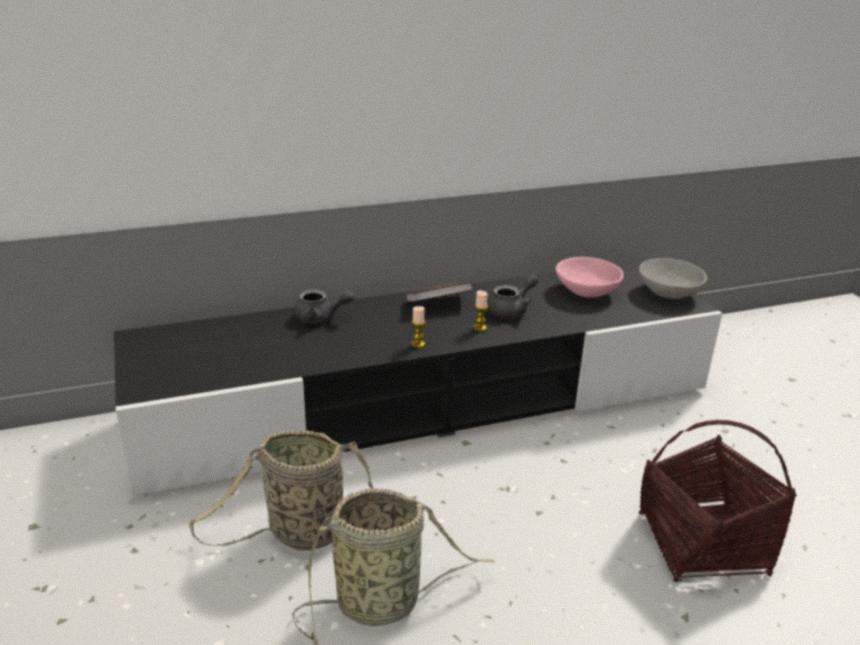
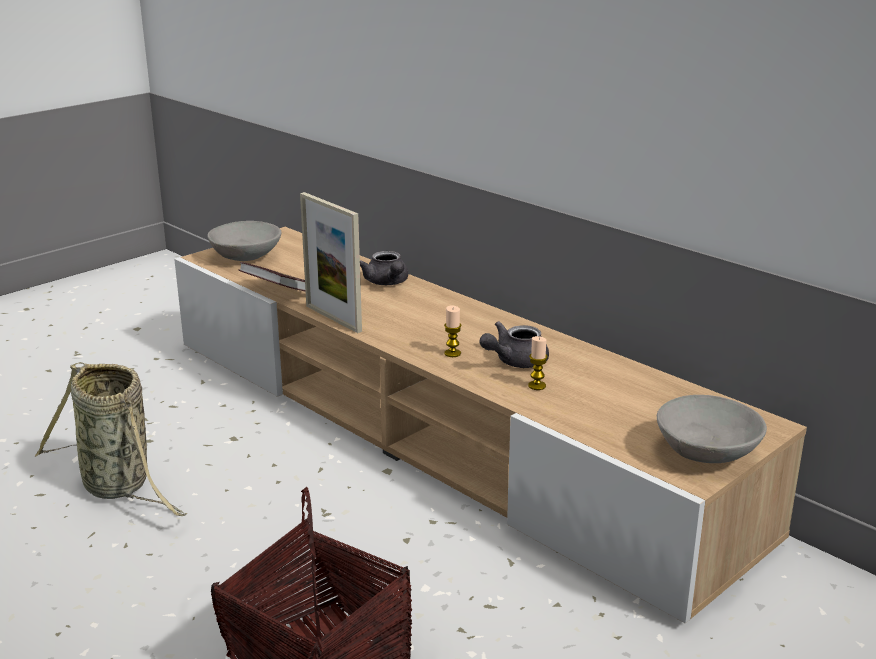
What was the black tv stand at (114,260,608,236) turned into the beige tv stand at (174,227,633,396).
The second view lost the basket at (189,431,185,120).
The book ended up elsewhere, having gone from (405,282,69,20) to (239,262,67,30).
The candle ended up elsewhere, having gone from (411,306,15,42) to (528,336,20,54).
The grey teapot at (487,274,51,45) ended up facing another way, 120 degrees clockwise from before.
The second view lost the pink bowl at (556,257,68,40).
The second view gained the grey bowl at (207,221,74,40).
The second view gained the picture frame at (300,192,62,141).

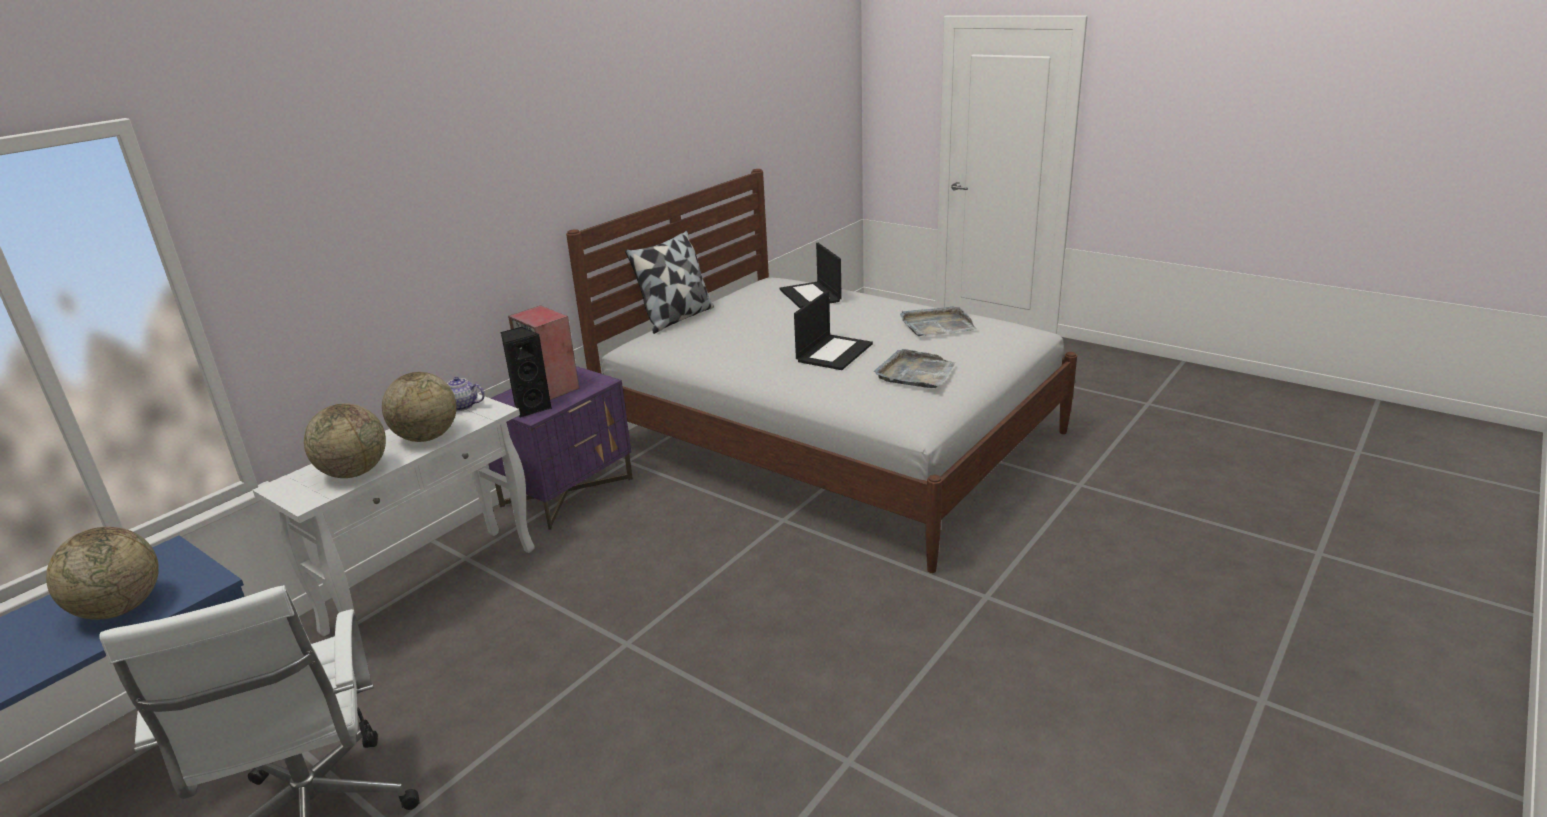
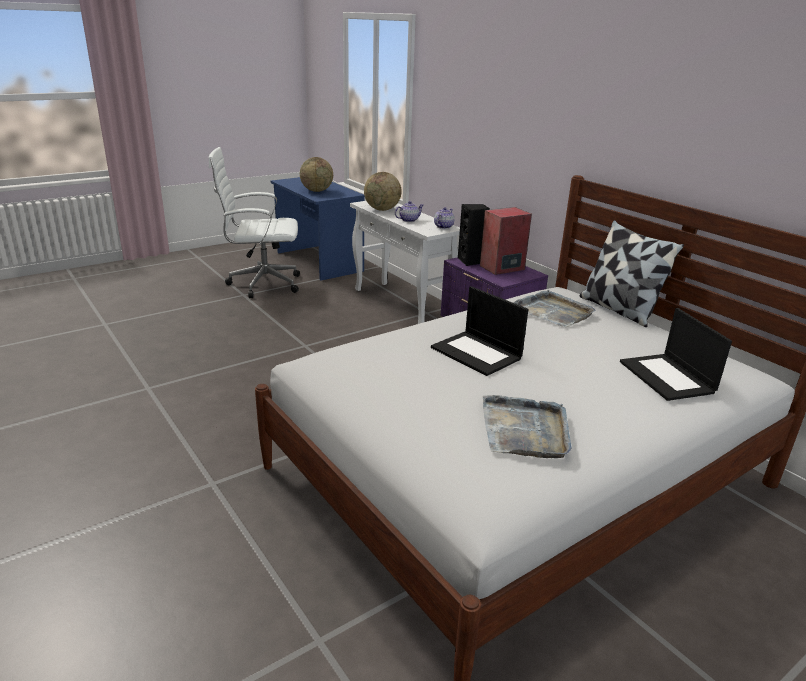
Where the globe stood at (382,372,75,70), the teapot came to stand at (395,201,29,21).
The laptop at (780,243,62,65) ended up facing another way, 105 degrees counterclockwise from before.
The grey tray ended up elsewhere, having gone from (874,349,81,39) to (513,290,83,37).

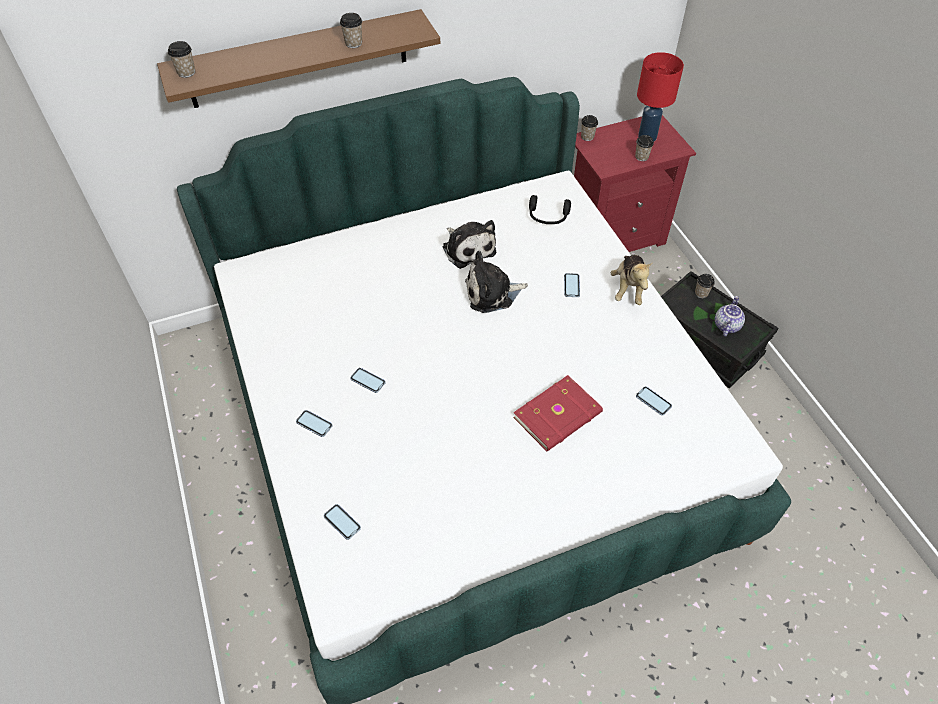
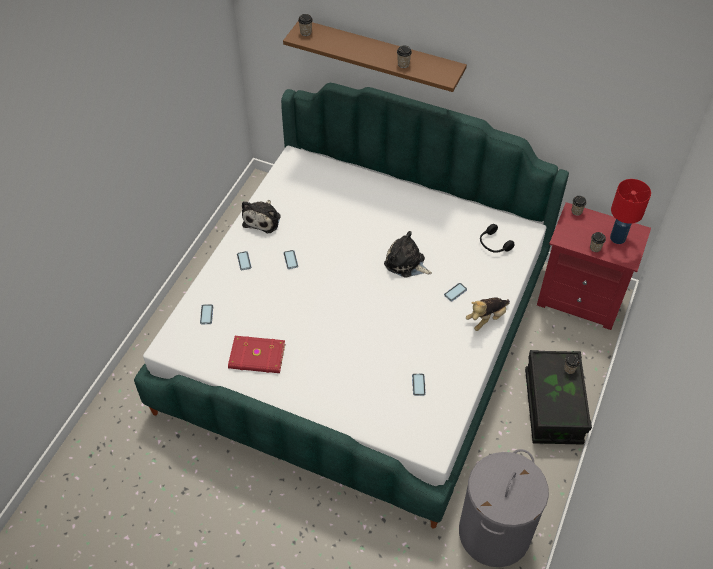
The plush toy ended up elsewhere, having gone from (443,220,53,49) to (242,200,39,33).
The red book ended up elsewhere, having gone from (513,375,90,76) to (228,336,57,37).
The second view lost the teapot at (715,296,30,40).
The second view gained the grey laundry basket at (459,449,90,118).

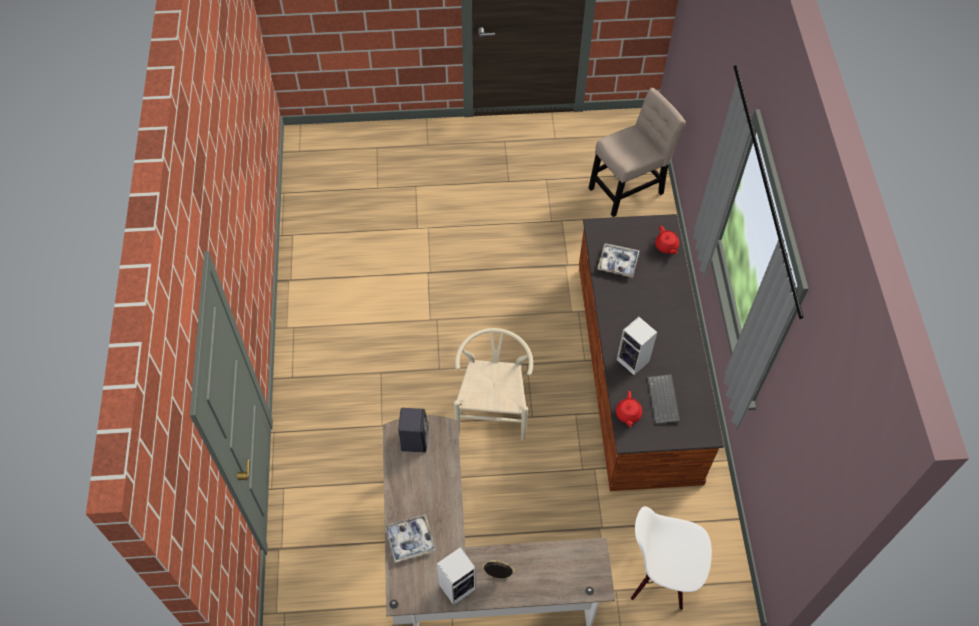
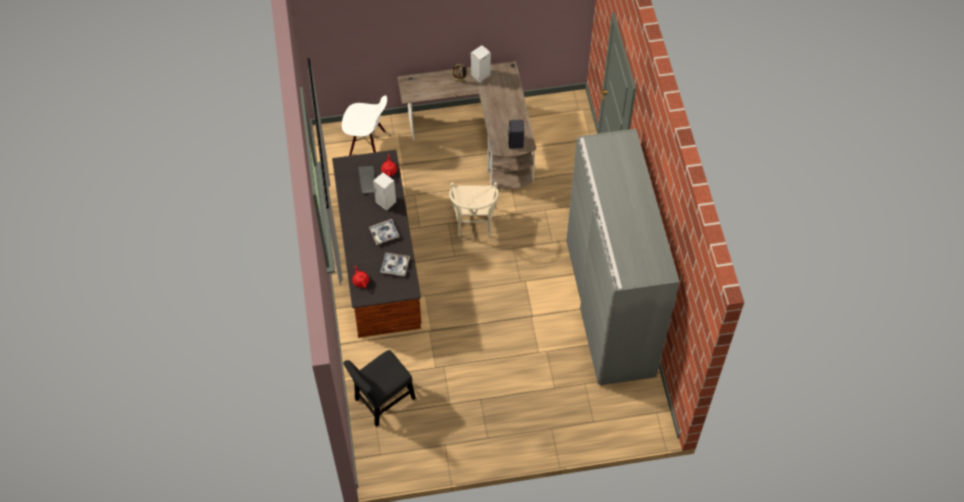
The tray ended up elsewhere, having gone from (385,514,51,49) to (369,219,31,26).
What was the beige chair at (589,88,97,129) turned into the black chair at (343,350,73,77).
The second view gained the grey wardrobe at (566,129,113,257).

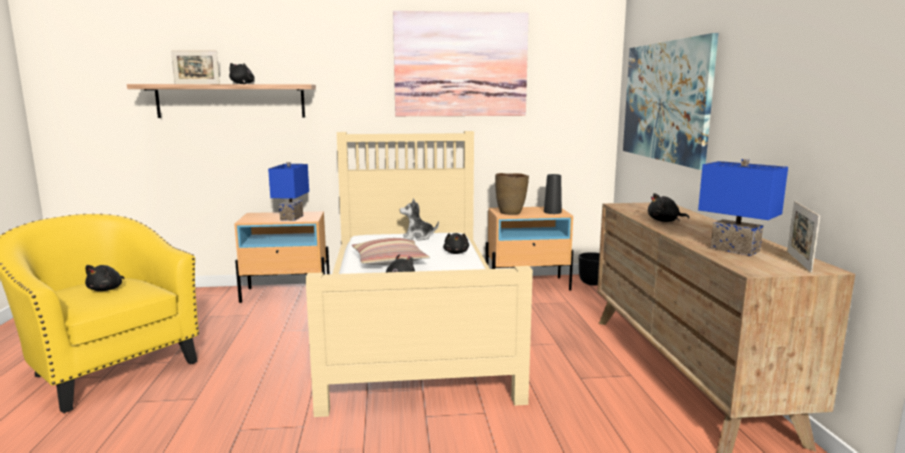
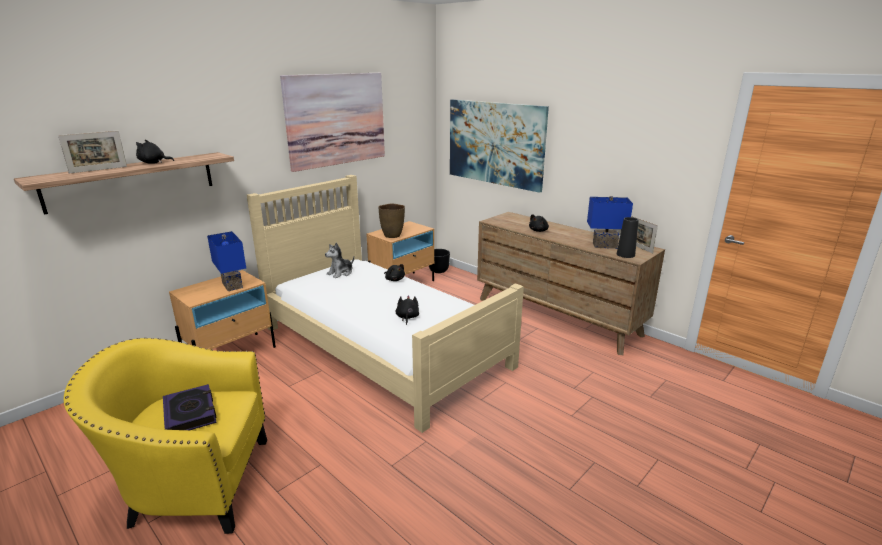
Where the black plush toy stood at (85,265,39,26), the book came to stand at (163,384,54,46).
The second view lost the pillow at (352,238,78,27).
The black vase ended up elsewhere, having gone from (544,174,18,40) to (617,217,22,41).

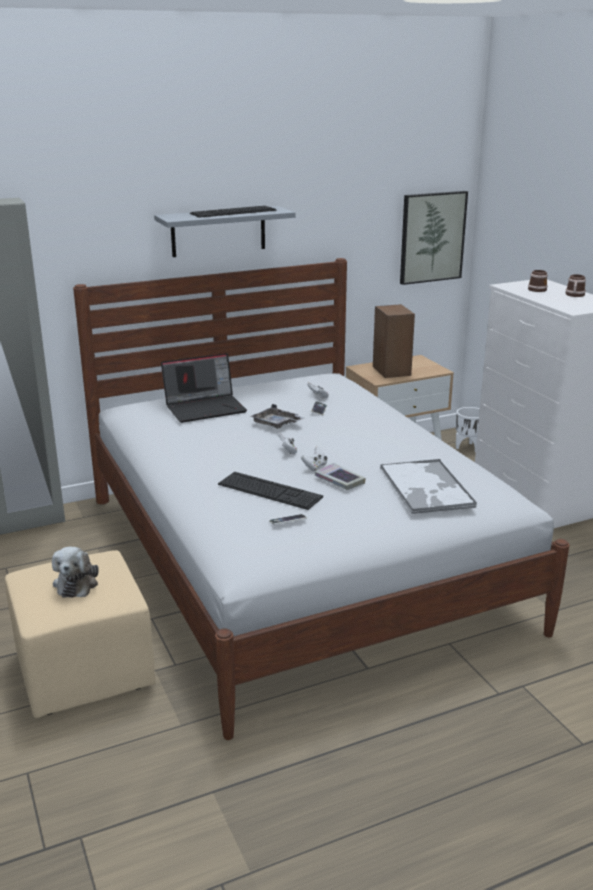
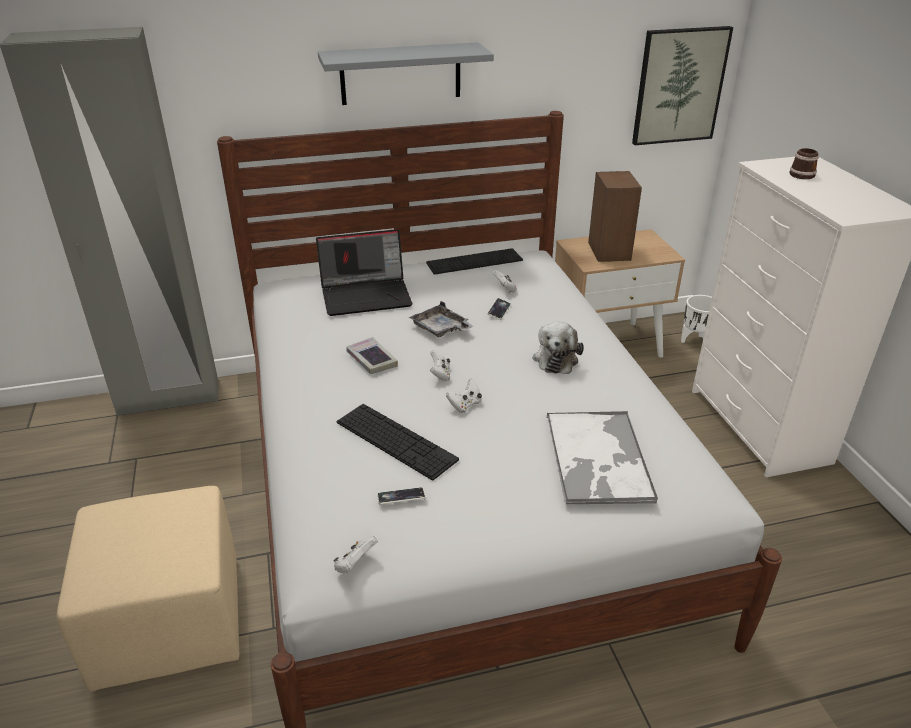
The plush toy ended up elsewhere, having gone from (52,546,47,52) to (533,321,51,53).
The keyboard ended up elsewhere, having gone from (190,206,86,12) to (426,248,97,27).
The book ended up elsewhere, having gone from (315,463,50,27) to (346,337,52,37).
The second view lost the mug at (566,274,20,23).
The second view gained the white game controller at (333,536,45,37).

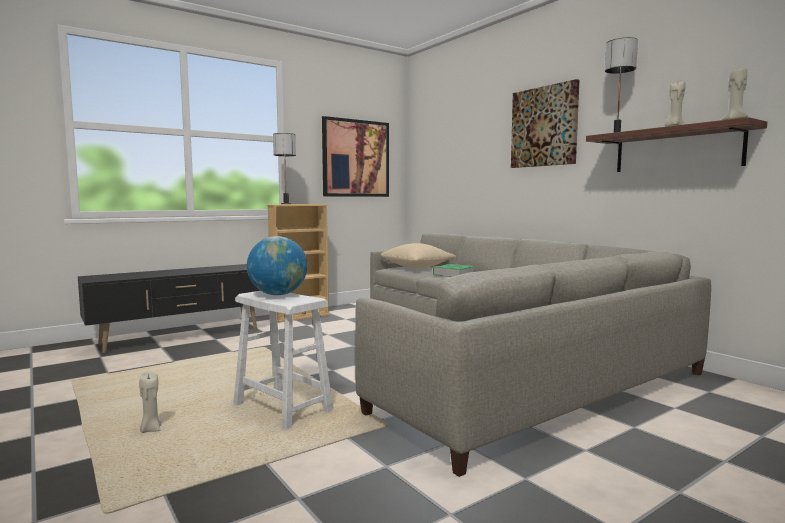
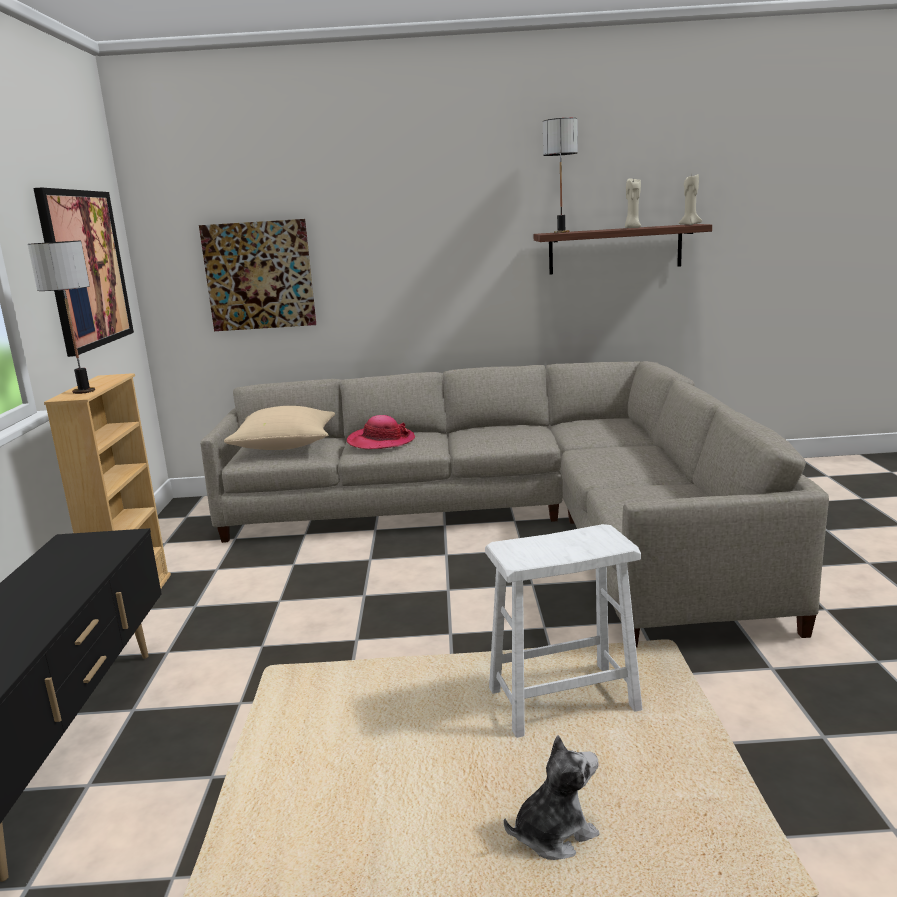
Where the beige candle stood at (139,372,23,61), the plush toy came to stand at (504,735,96,125).
The second view lost the globe at (247,236,60,59).
Where the book stood at (433,264,43,13), the hat came to stand at (347,415,68,34).
The picture ended up elsewhere, having gone from (511,79,68,89) to (199,219,117,112).

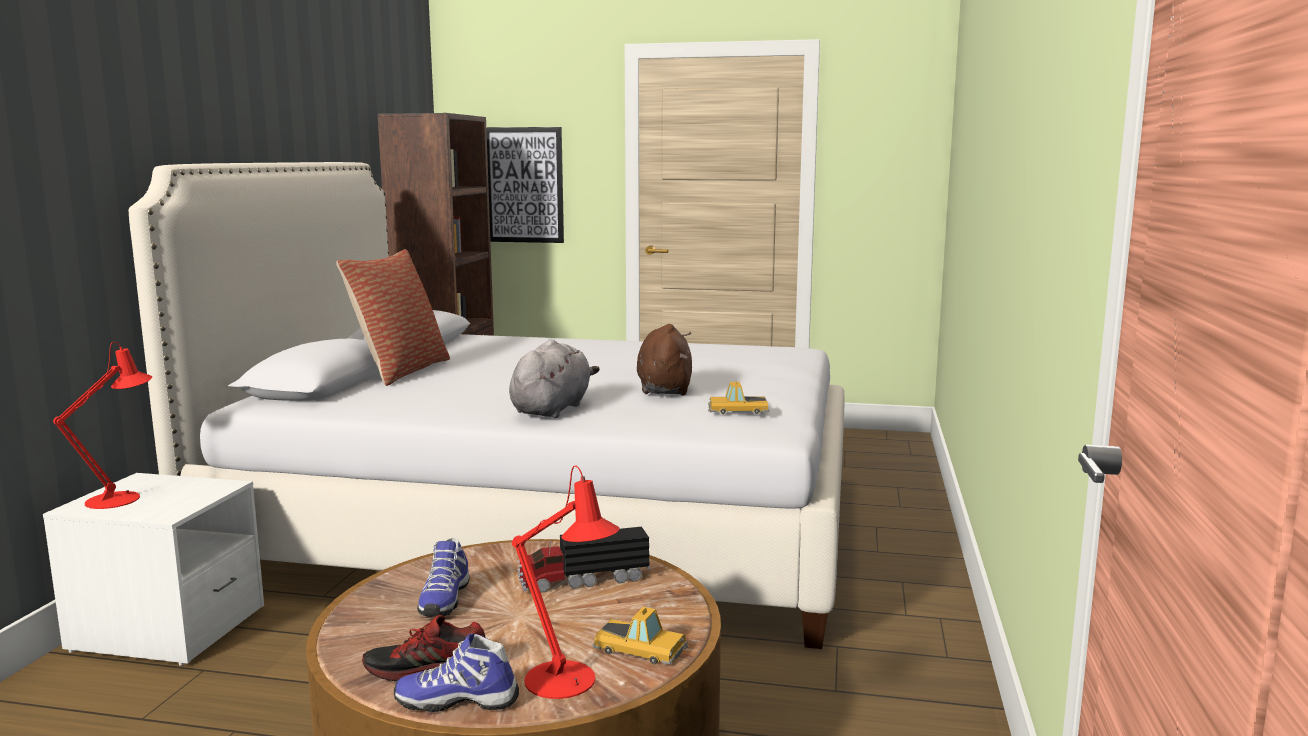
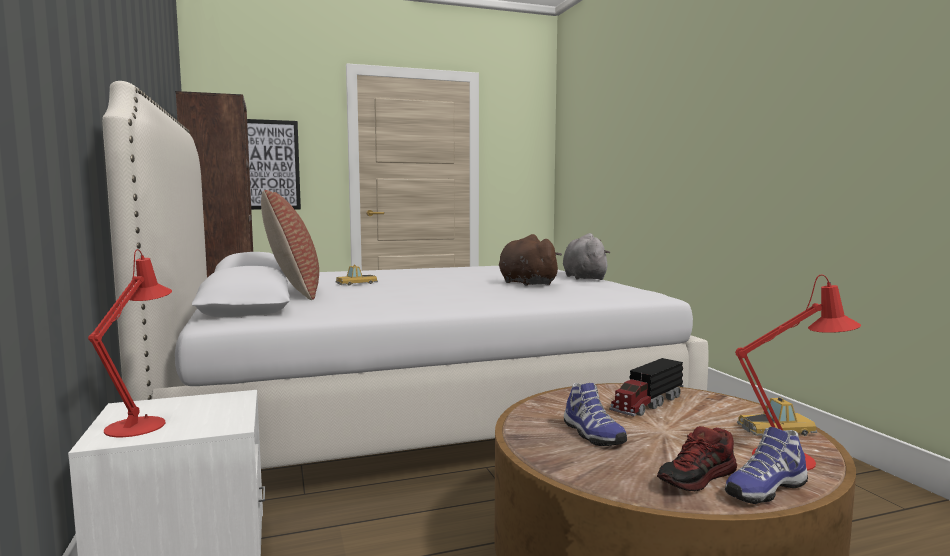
The grey plush toy ended up elsewhere, having gone from (509,340,91,78) to (563,233,48,47).
The toy car ended up elsewhere, having gone from (708,381,61,33) to (335,265,43,21).

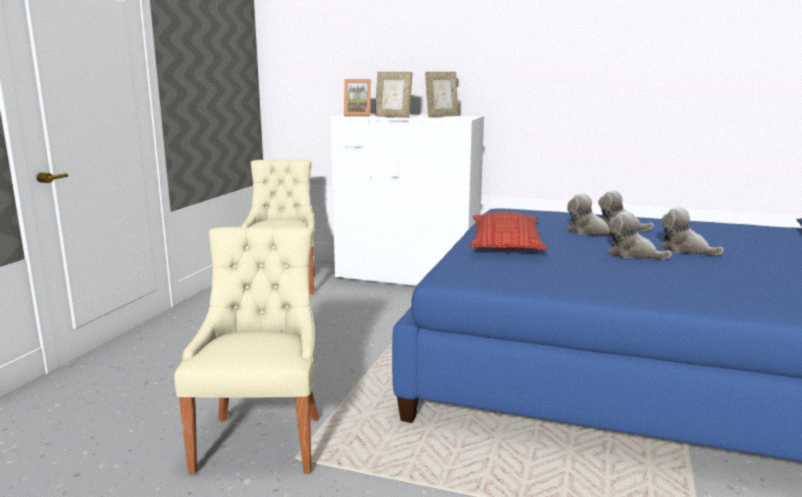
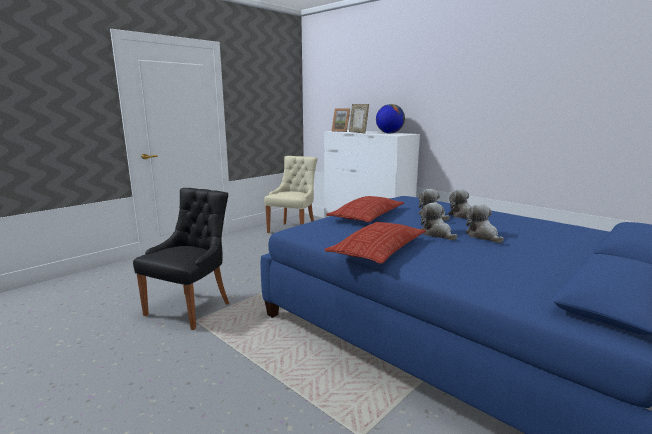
What was the beige chair at (174,226,145,248) turned into the black chair at (133,188,96,142).
Where the picture frame stood at (425,72,34,45), the globe came to stand at (376,104,29,30).
The second view gained the pillow at (325,222,101,42).

